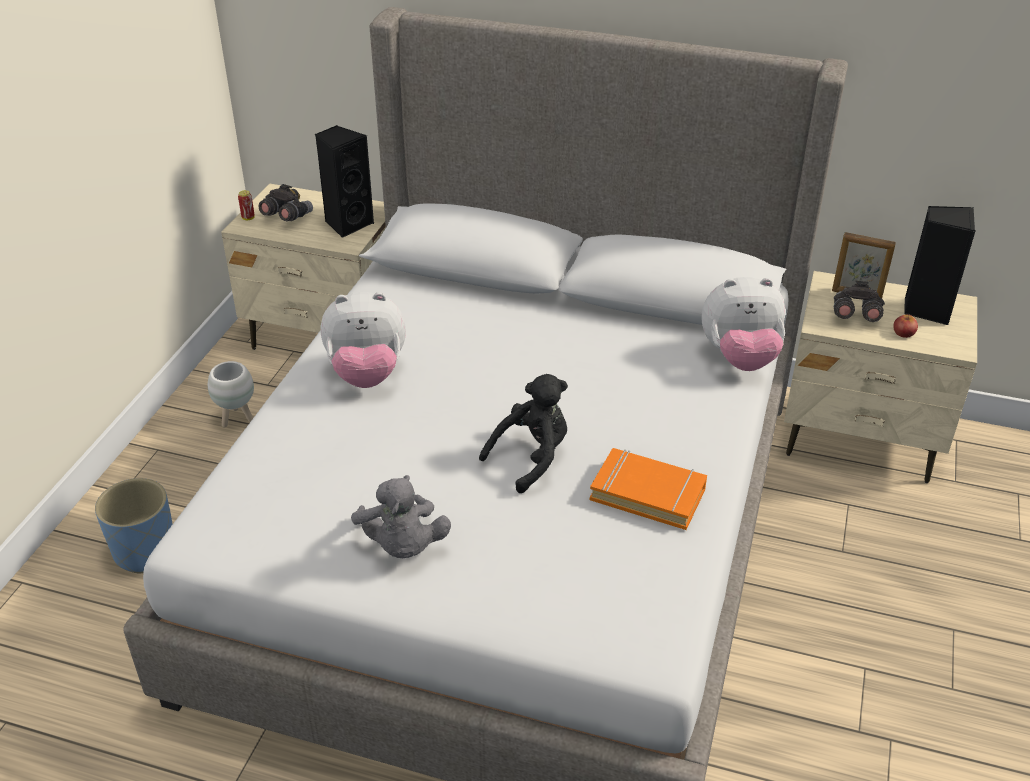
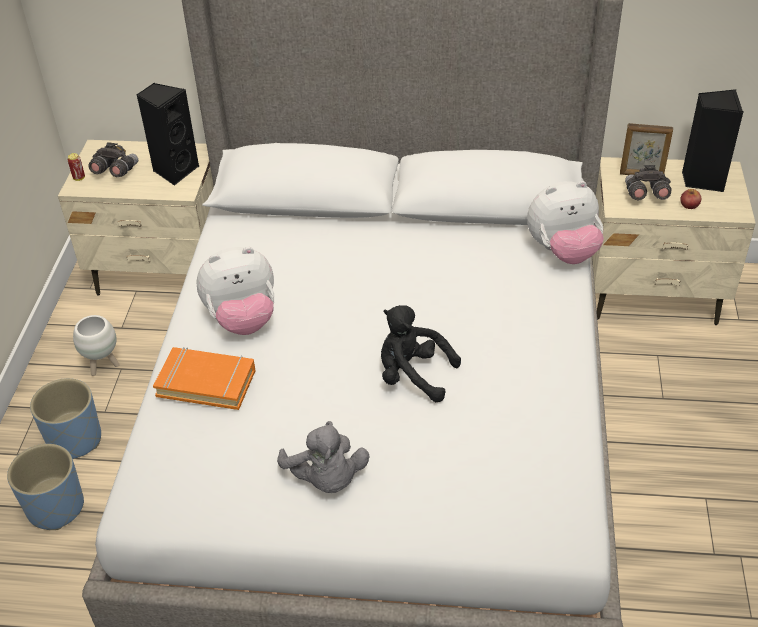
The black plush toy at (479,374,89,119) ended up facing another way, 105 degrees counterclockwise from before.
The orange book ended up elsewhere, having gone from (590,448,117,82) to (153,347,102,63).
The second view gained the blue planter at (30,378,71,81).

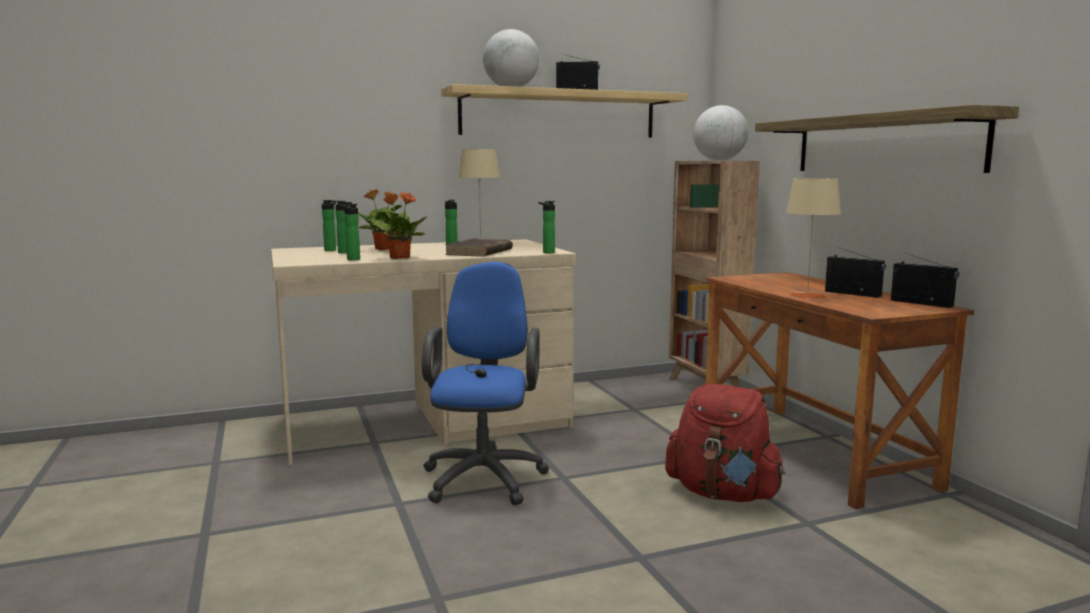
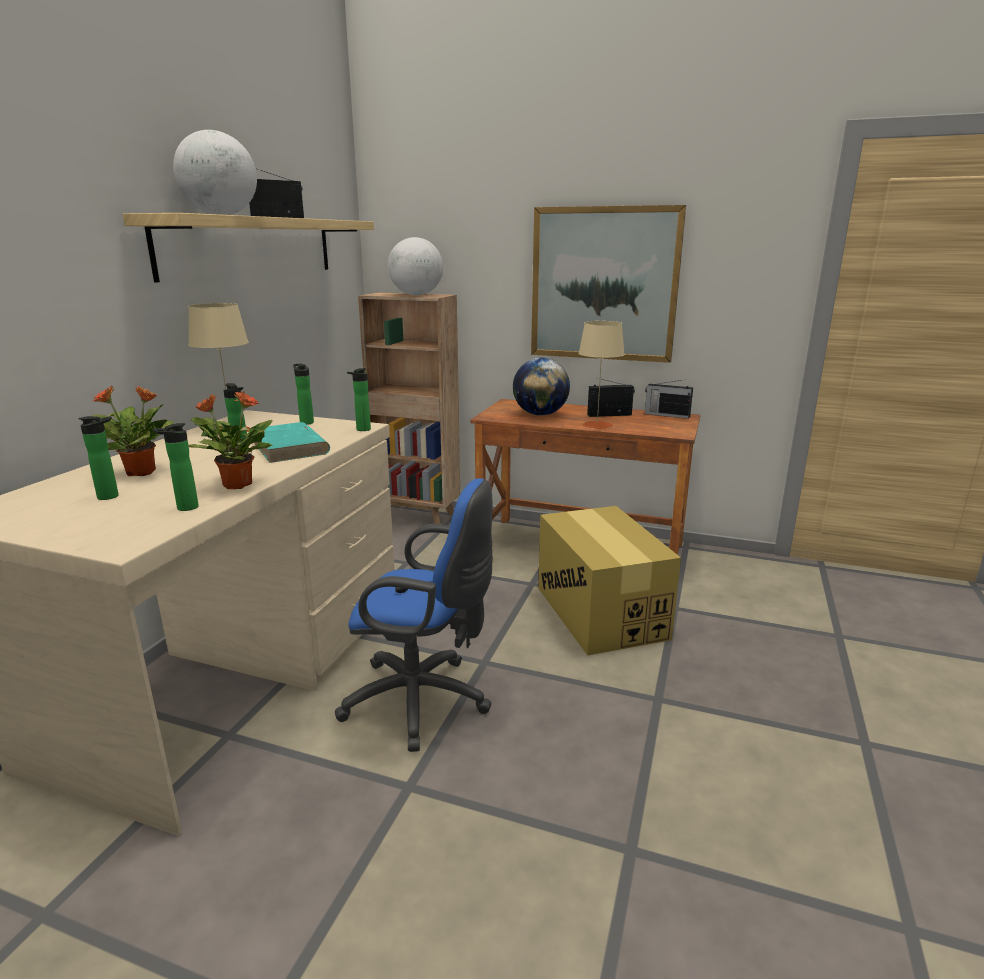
The bottle ended up elsewhere, having gone from (322,200,15,51) to (293,363,21,62).
The blue office chair at (422,262,127,243) ended up facing another way, 150 degrees clockwise from before.
What was the brown book at (445,238,68,19) turned into the turquoise book at (254,422,76,41).
Where the red backpack stood at (665,384,120,118), the cardboard box came to stand at (538,506,143,149).
Where the shelf hung at (755,105,264,68), the picture came to hang at (531,205,155,158).
The radio at (891,253,68,55) ended up facing another way, 150 degrees counterclockwise from before.
The second view gained the globe at (513,358,57,58).

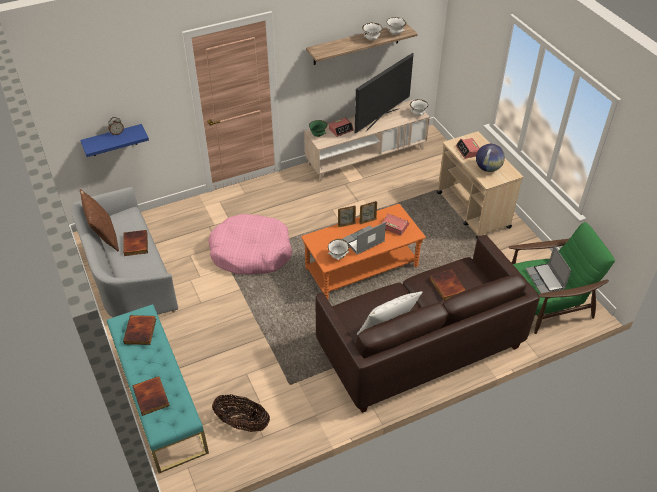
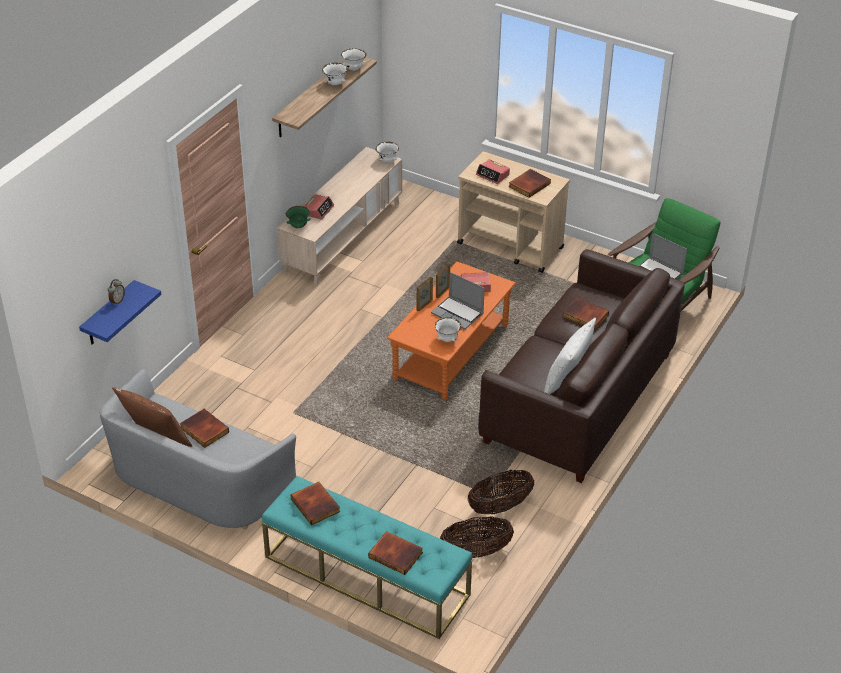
The second view lost the pink dog bed at (208,214,84,61).
The laptop at (342,222,44,33) ended up facing another way, 75 degrees counterclockwise from before.
The second view lost the television at (355,52,59,81).
Where the globe stood at (476,144,29,28), the book came to stand at (509,169,42,29).
The second view gained the basket at (467,470,67,45).

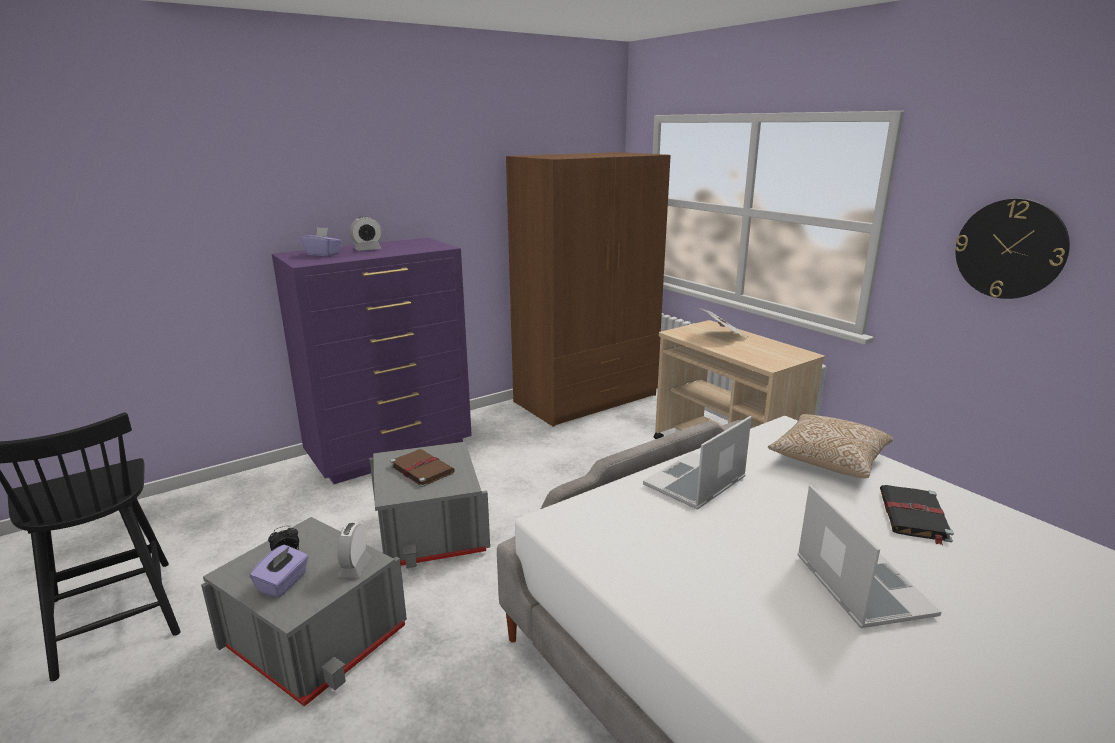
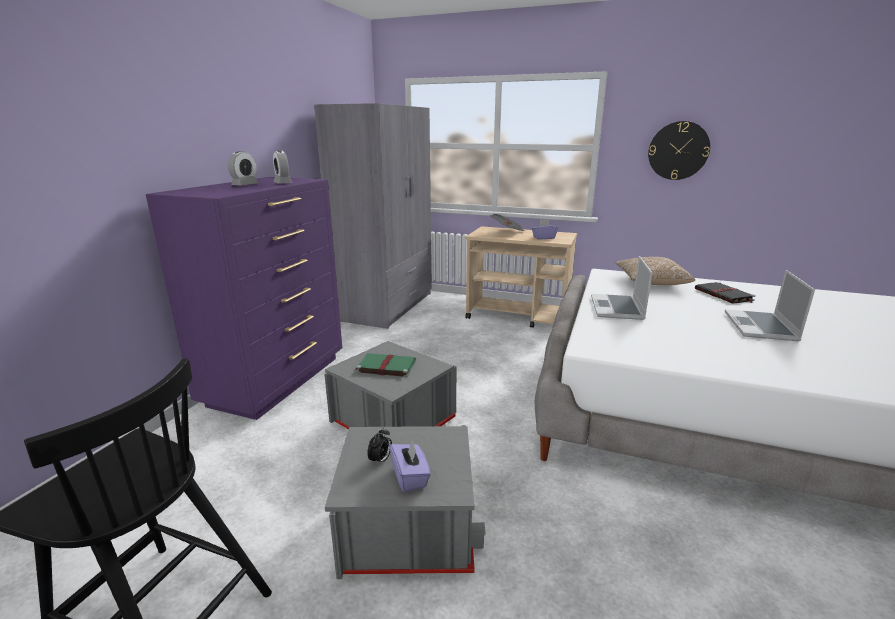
The purple tissue box ended up elsewhere, having gone from (301,227,41,30) to (532,220,26,20).
The alarm clock ended up elsewhere, having gone from (337,523,34,55) to (273,150,19,34).
What was the brown book at (390,449,65,38) turned into the green book at (354,353,62,25).
What was the brown wardrobe at (506,152,165,275) turned into the grey wardrobe at (314,103,118,226).
The laptop at (797,485,145,143) ended up facing another way, 120 degrees counterclockwise from before.

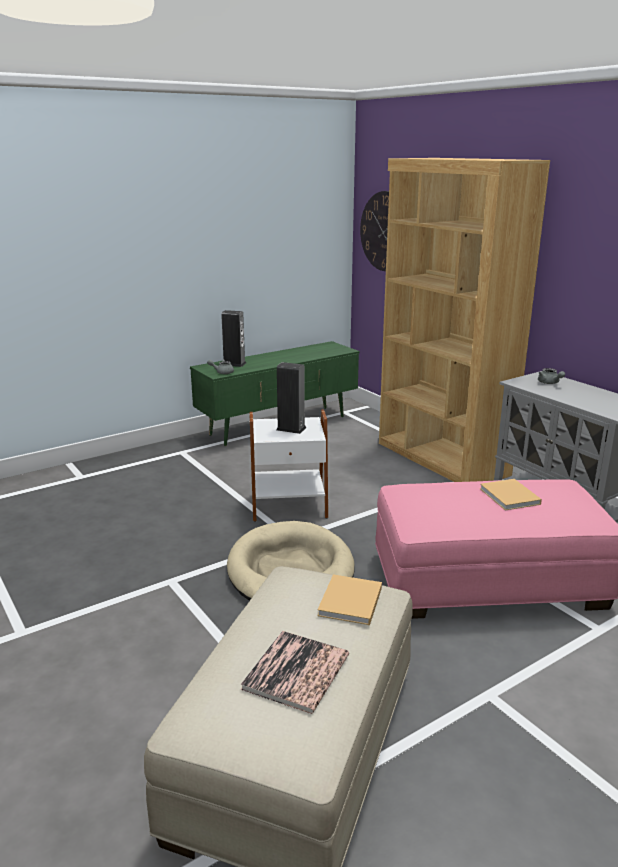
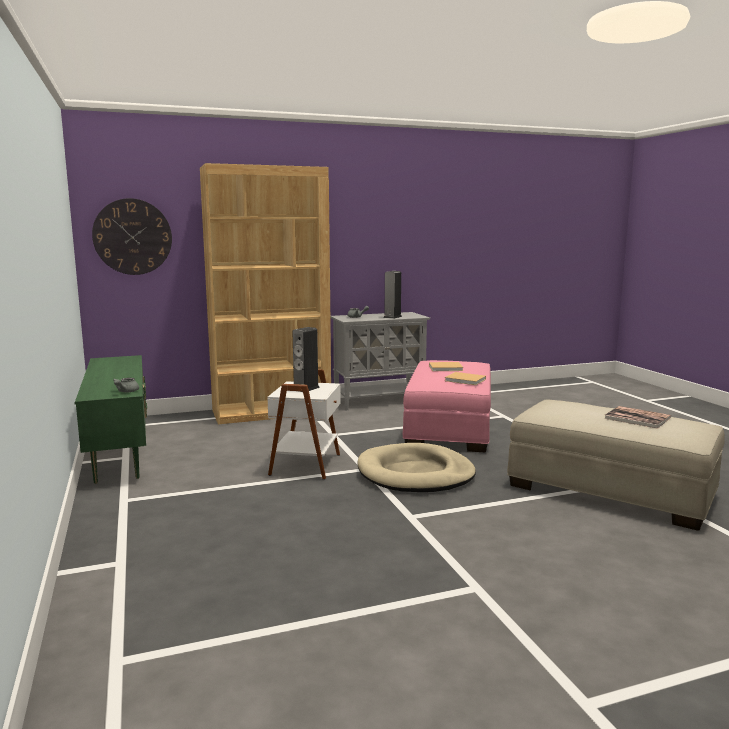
The speaker ended up elsewhere, having gone from (221,310,25,57) to (384,271,18,48).
The beige book ended up elsewhere, having gone from (317,574,65,51) to (445,372,41,13).

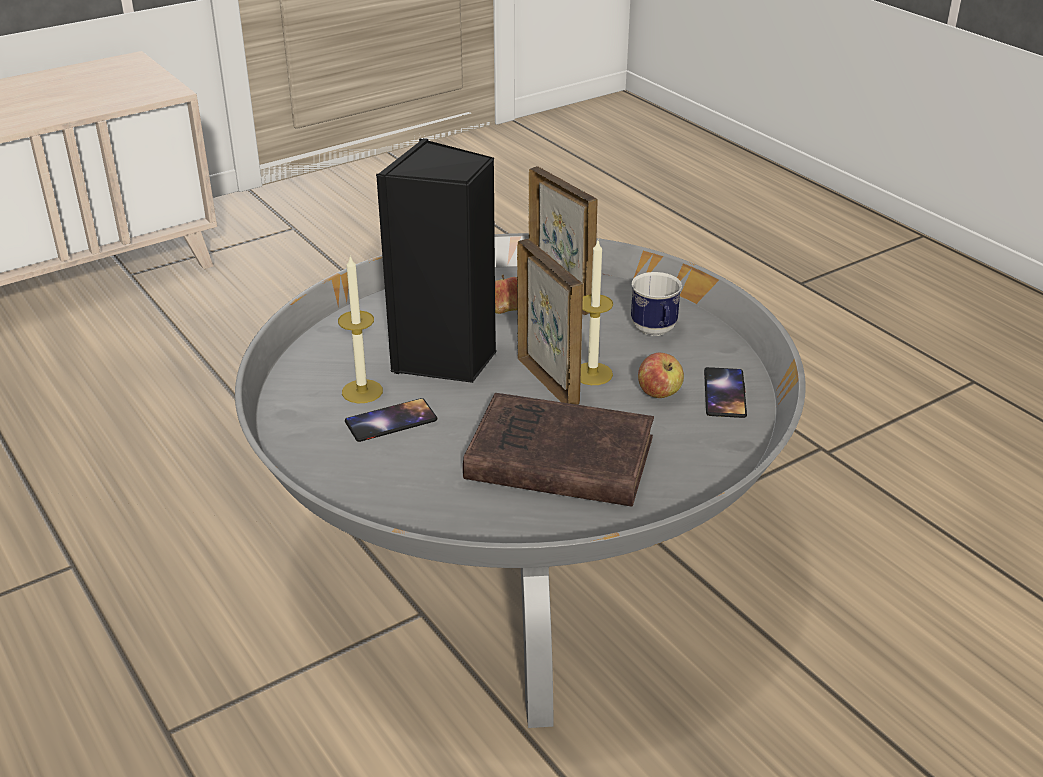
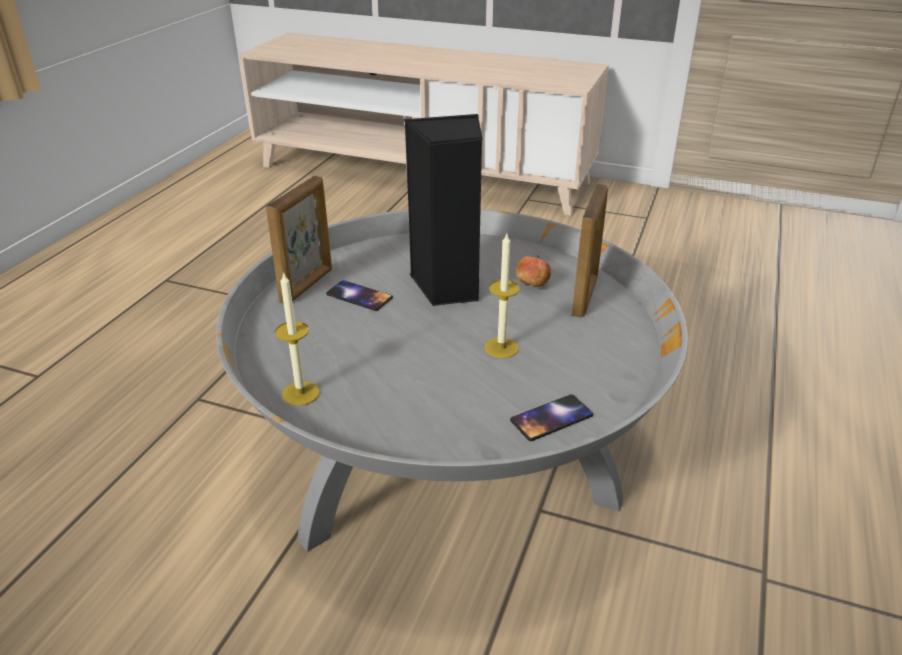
The candle ended up elsewhere, having gone from (338,255,45,148) to (275,272,45,134).
The second view lost the brown book at (463,393,191,114).
The picture frame ended up elsewhere, having gone from (517,239,66,166) to (266,176,66,128).
The second view lost the mug at (631,272,51,64).
The second view lost the apple at (638,353,46,45).

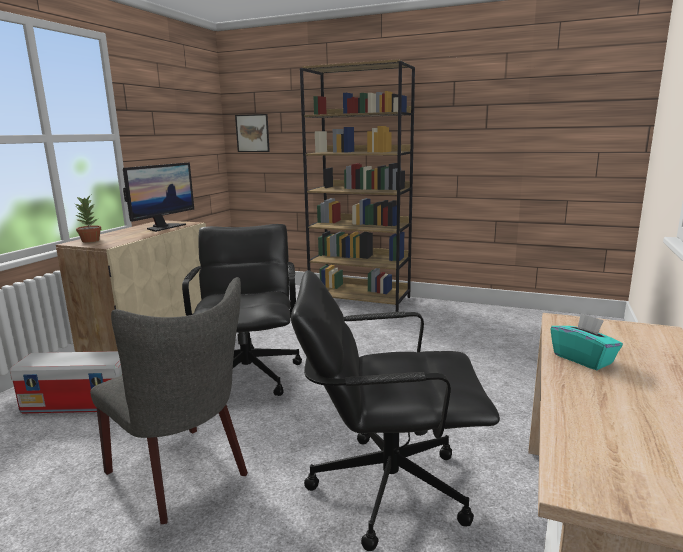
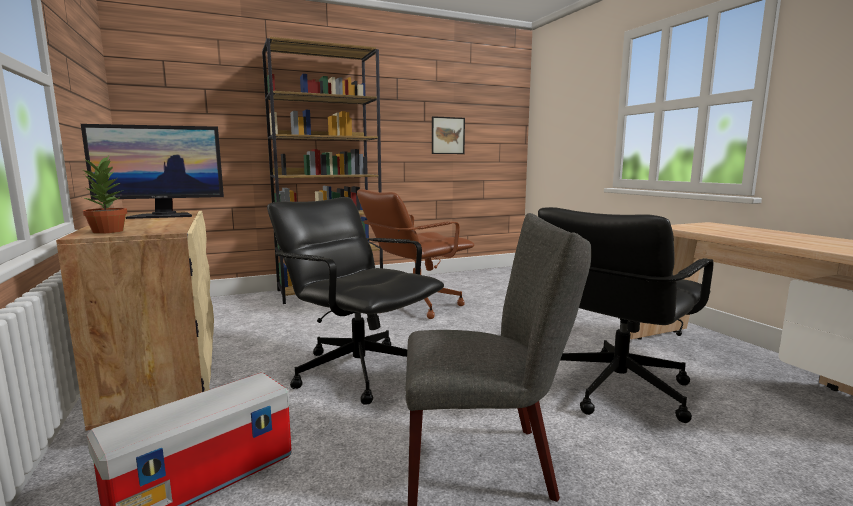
The monitor at (123,162,71,70) ended up facing another way, 90 degrees clockwise from before.
The picture ended up elsewhere, having gone from (235,114,35,38) to (432,116,33,38).
The second view lost the turquoise tissue box at (550,313,73,57).
The second view gained the brown office chair at (357,189,117,130).

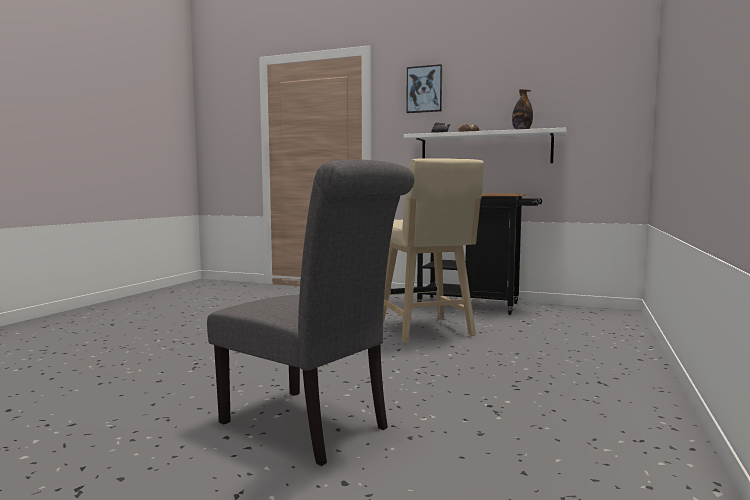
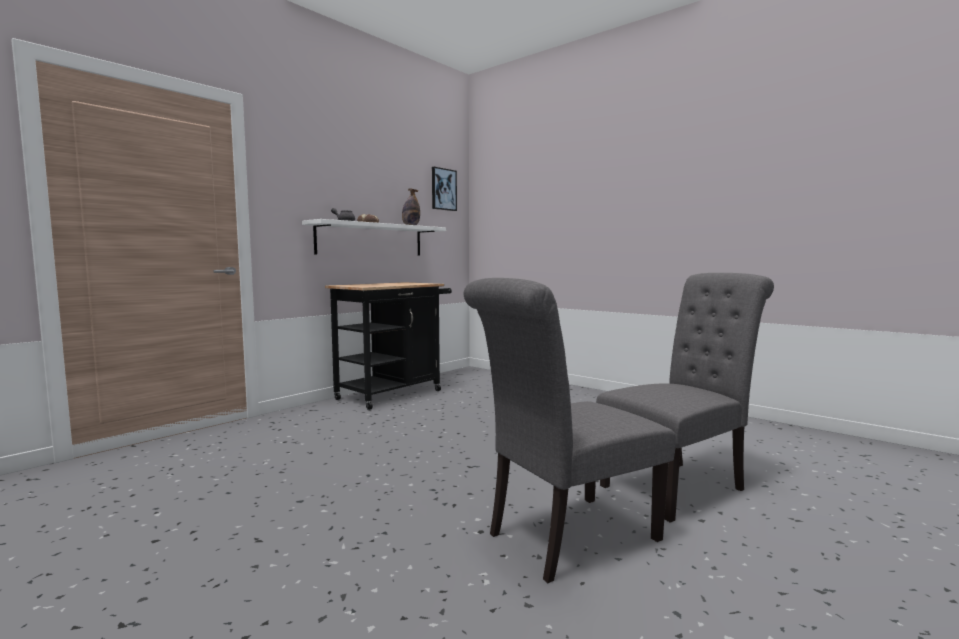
The second view lost the beige stool at (383,158,101,185).
The picture ended up elsewhere, having gone from (406,64,36,49) to (432,167,25,44).
The second view gained the grey chair at (464,278,212,305).

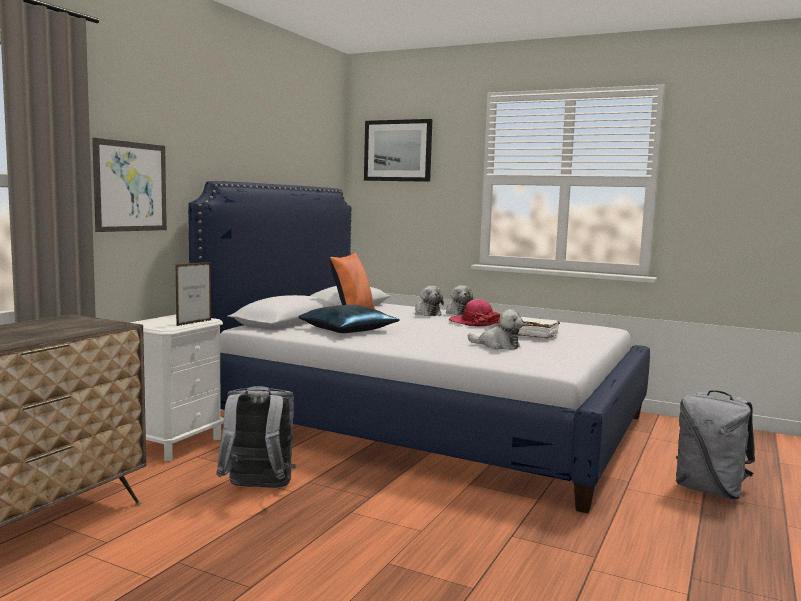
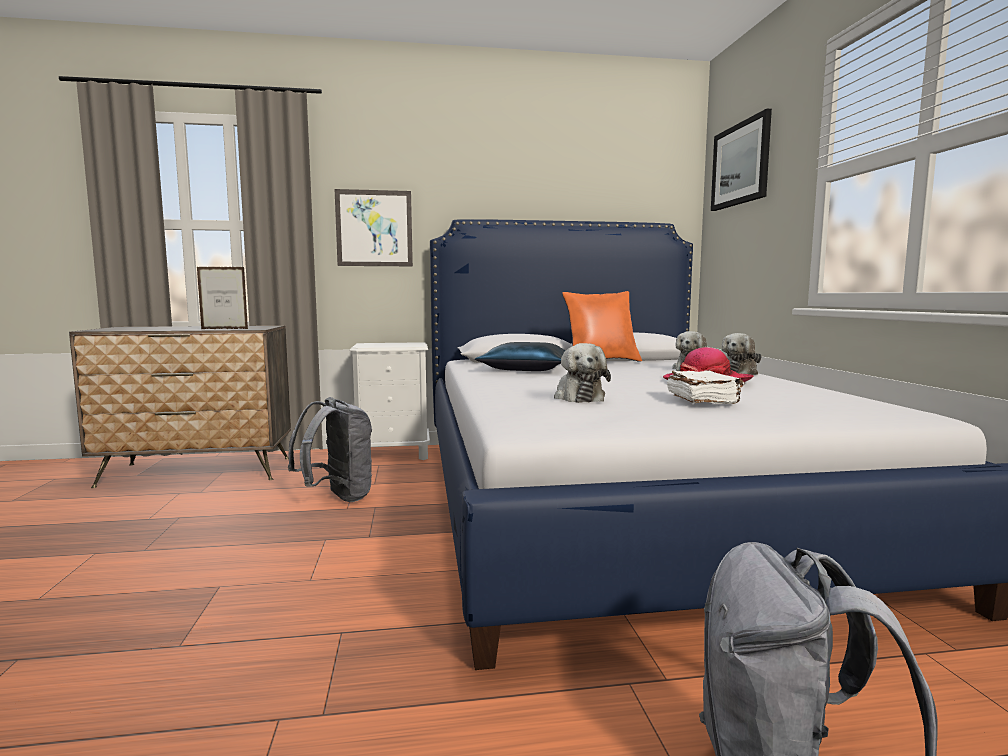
The picture frame ended up elsewhere, having gone from (176,262,35,64) to (197,267,51,62).

